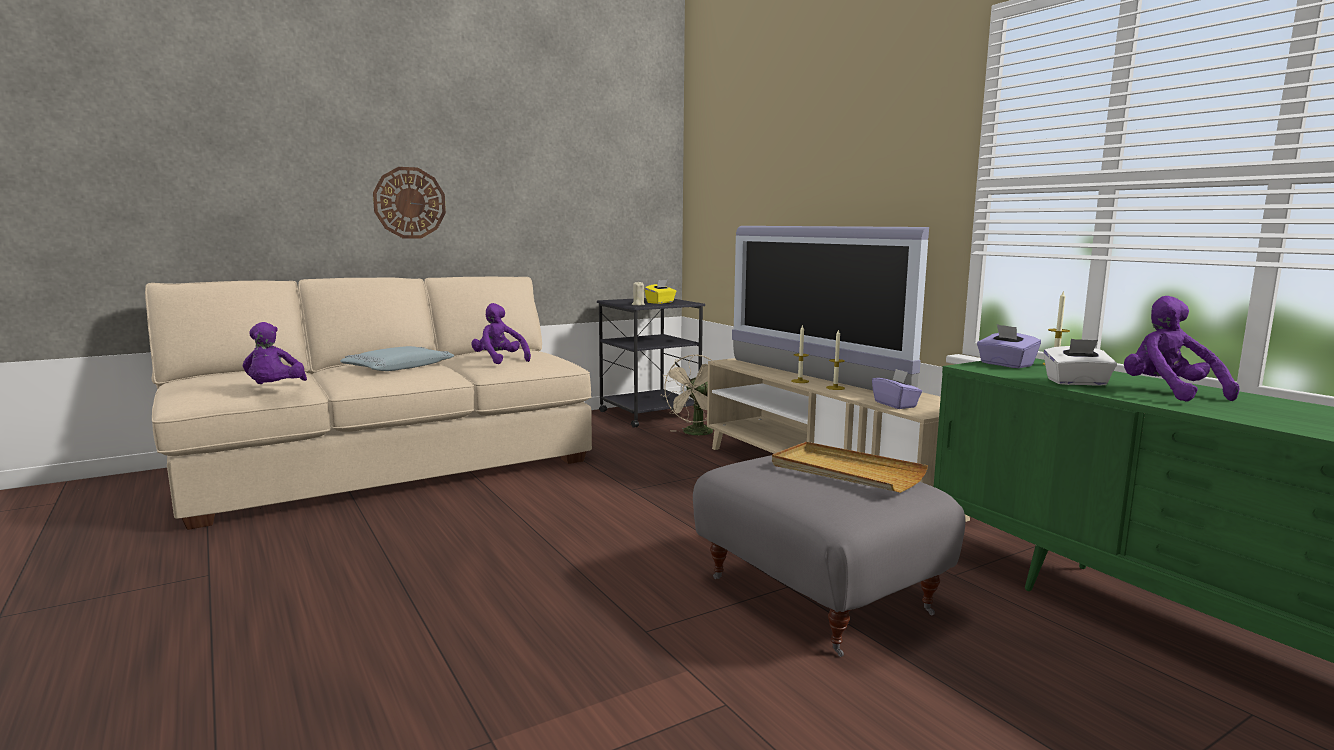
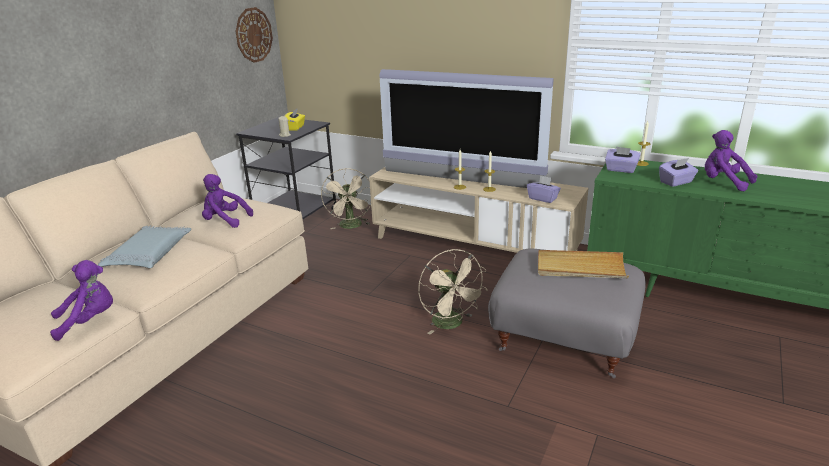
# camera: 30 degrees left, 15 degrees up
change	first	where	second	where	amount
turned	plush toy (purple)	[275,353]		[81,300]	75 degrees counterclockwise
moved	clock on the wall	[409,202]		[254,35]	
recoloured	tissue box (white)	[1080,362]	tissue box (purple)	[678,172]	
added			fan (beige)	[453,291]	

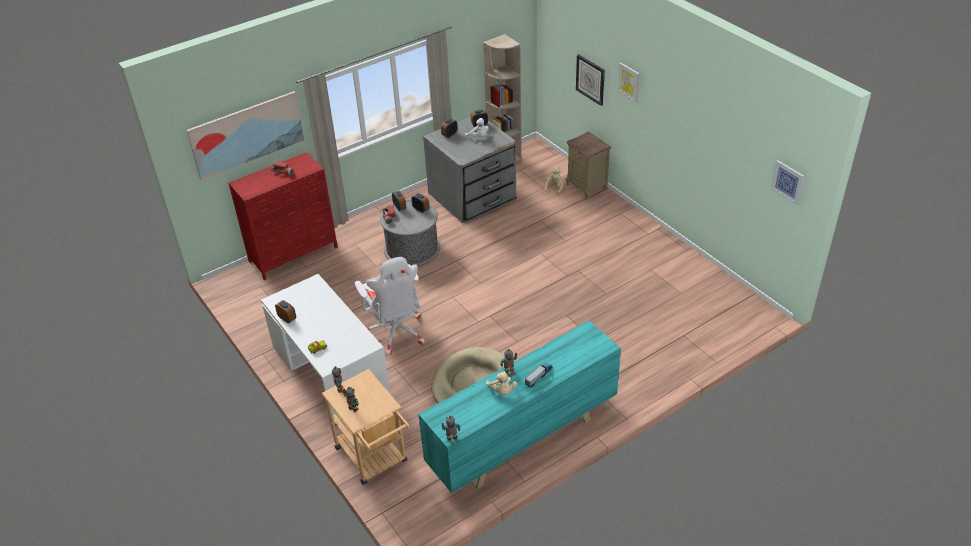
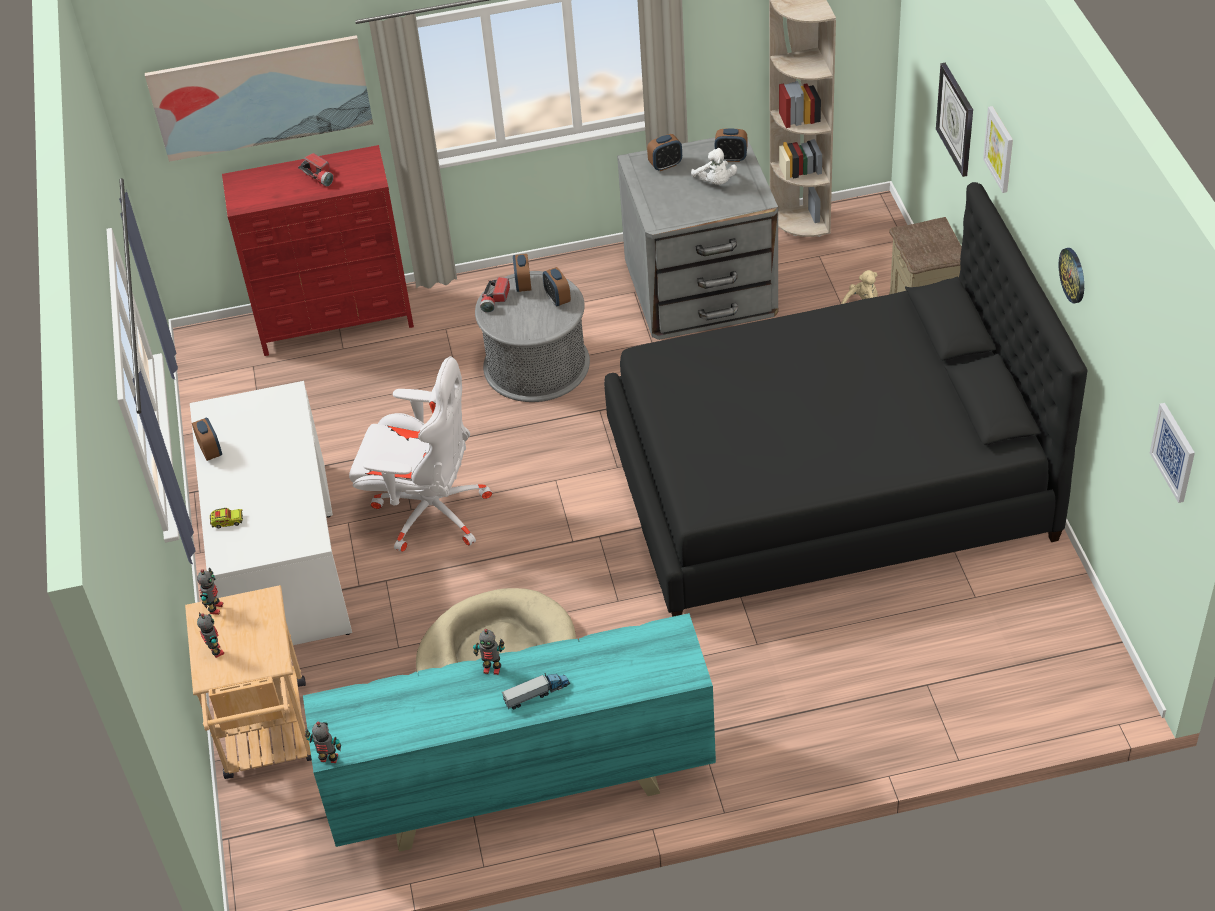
# camera: 25 degrees right, 5 degrees up
change	first	where	second	where	amount
turned	computer chair (white)	[390,306]		[420,454]	75 degrees counterclockwise
removed	plush toy (beige)	[501,383]			
added			bedroom bed (blackish)	[846,399]	
added			clock on the wall	[1071,275]	

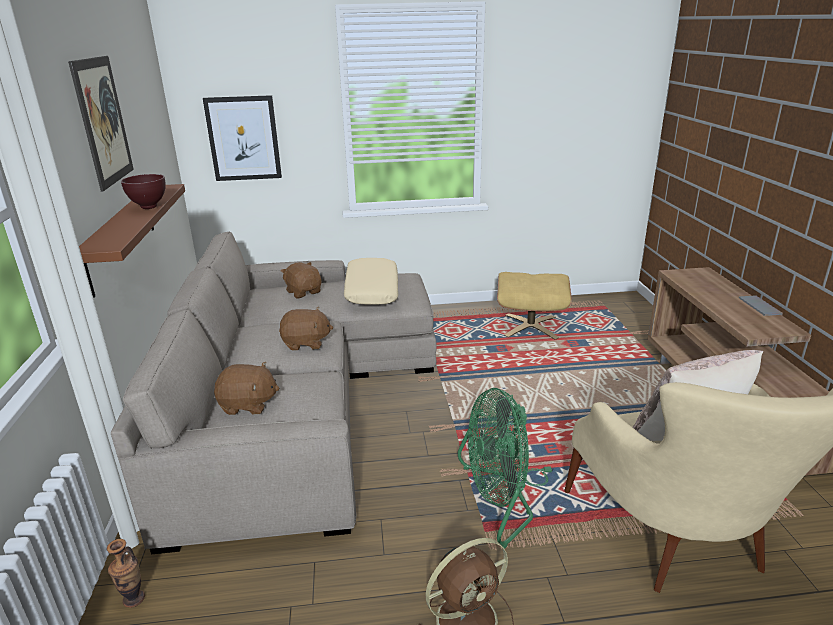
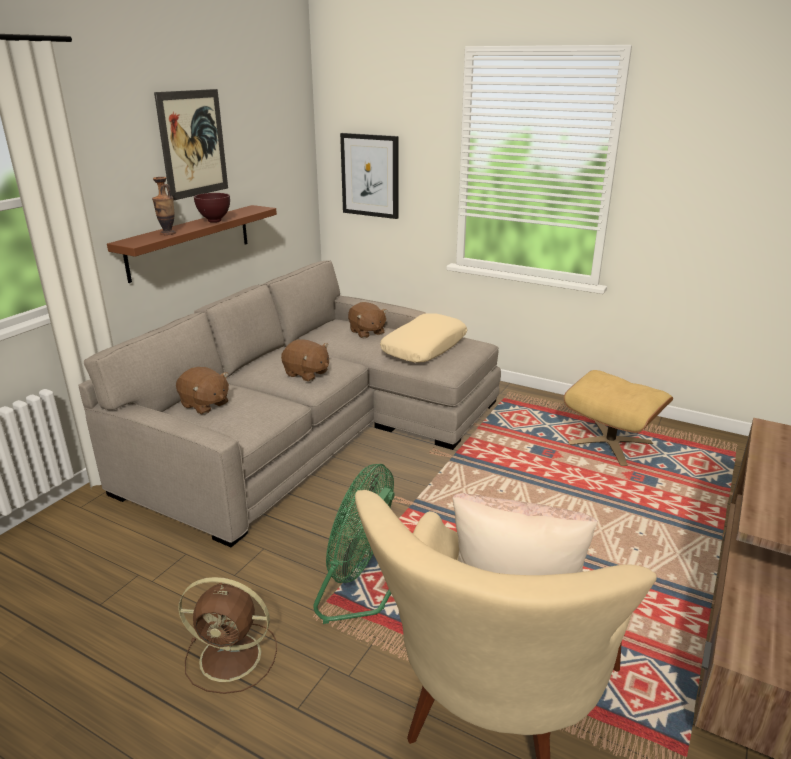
# camera: 35 degrees right, 0 degrees up
change	first	where	second	where	amount
moved	flower vase	[126,573]		[164,206]	
turned	plush toy (brown)	[301,280]		[367,320]	150 degrees clockwise

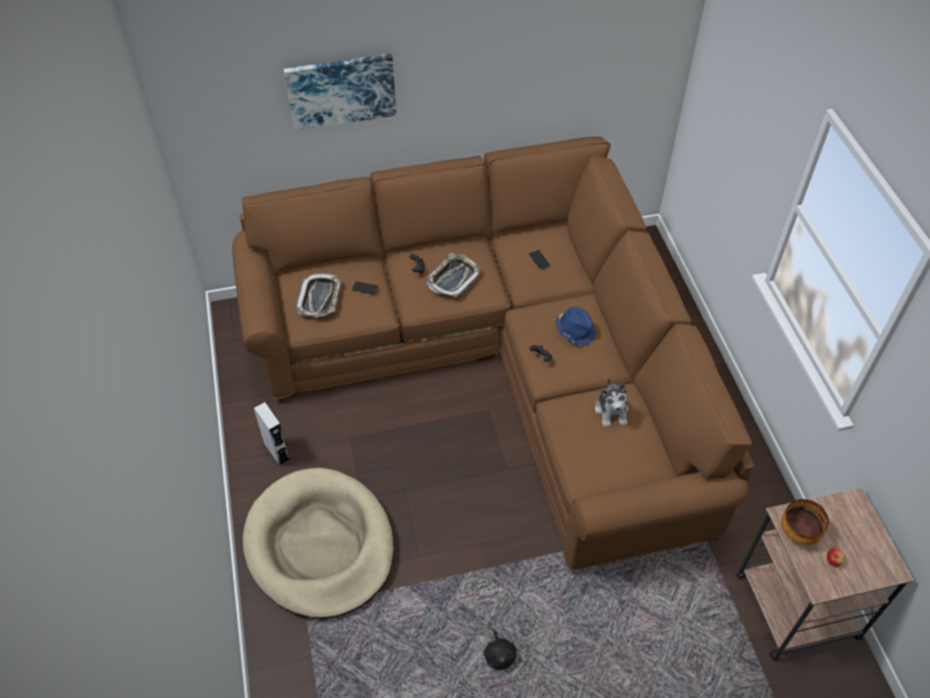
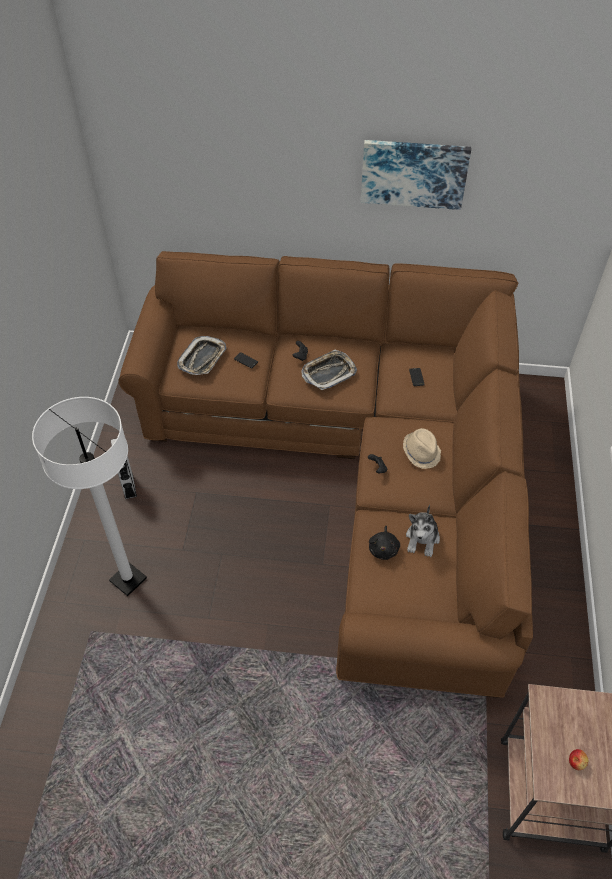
# camera: 20 degrees right, 0 degrees up
change	first	where	second	where	amount
replaced	pet bed (beige)	[318,543]	floor lamp (white)	[89,496]	
moved	wall art	[340,92]		[416,175]	
moved	plush toy (blackish)	[500,650]		[384,543]	
recoloured	clothing hat (blue-coloured)	[576,326]	clothing hat (beige)	[422,448]	
removed	bowl	[805,522]			

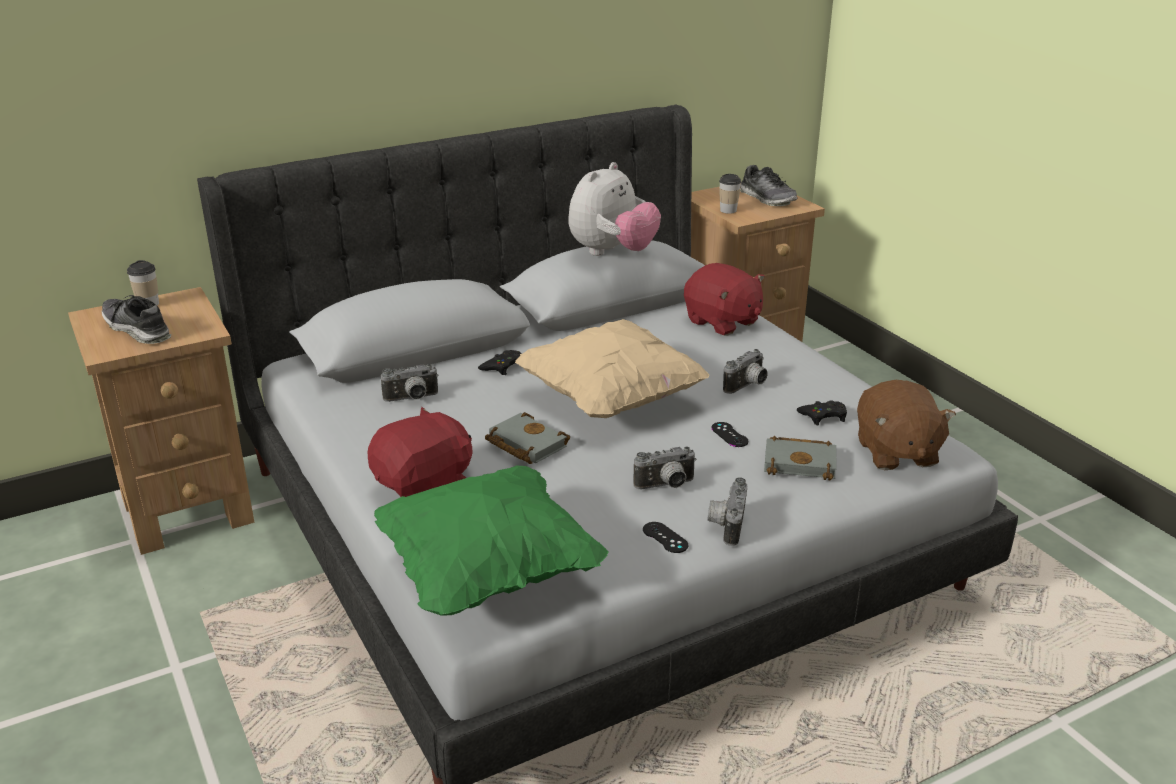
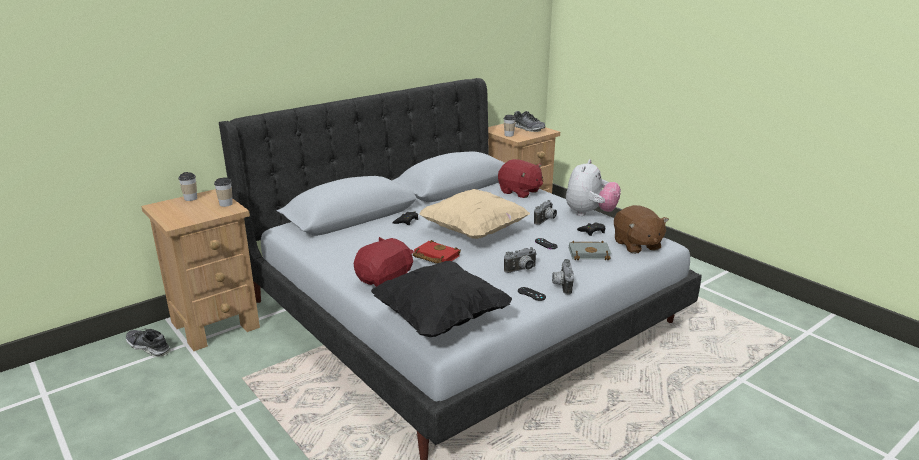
# camera: 10 degrees left, 5 degrees down
change	first	where	second	where	amount
moved	item of footwear	[136,319]		[148,343]	
recoloured	pillow (green-coloured)	[491,540]	pillow (blackish)	[441,299]	
removed	photo camera	[410,383]			
recoloured	volume (grey)	[527,438]	volume (red-coloured)	[437,252]	
moved	plush toy	[614,209]		[593,187]	
added			drinking cup	[223,192]	

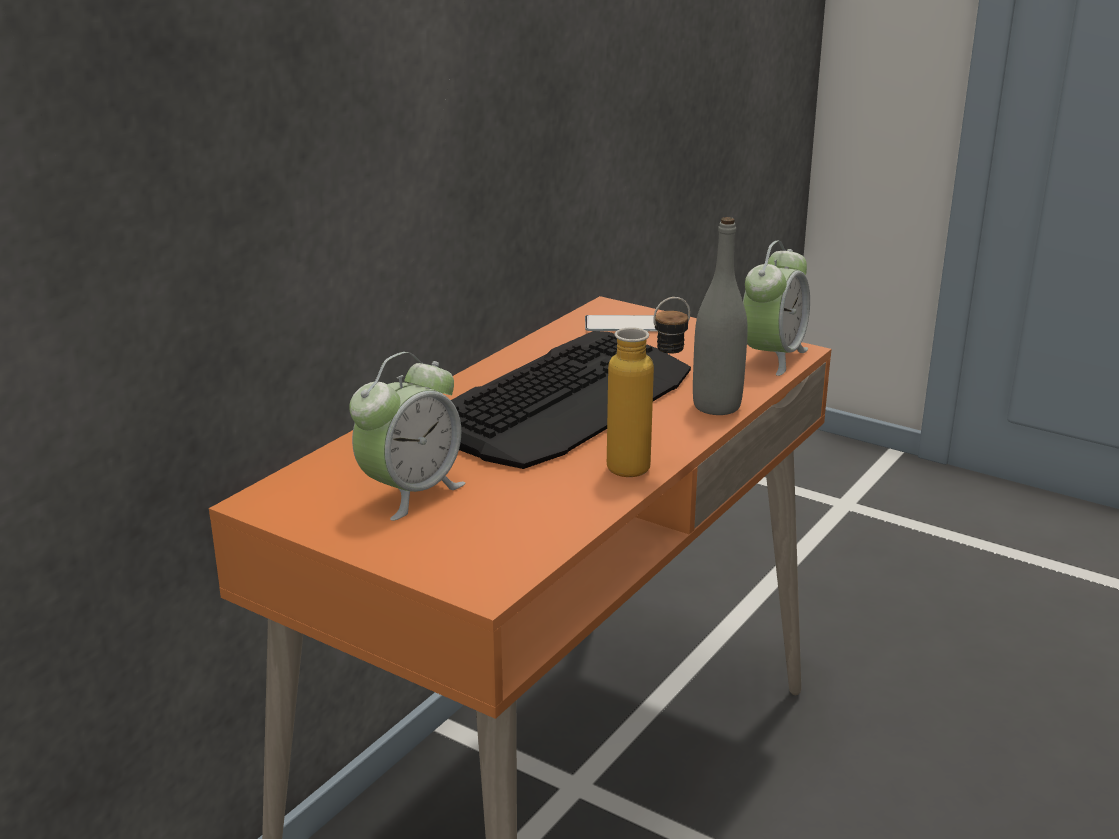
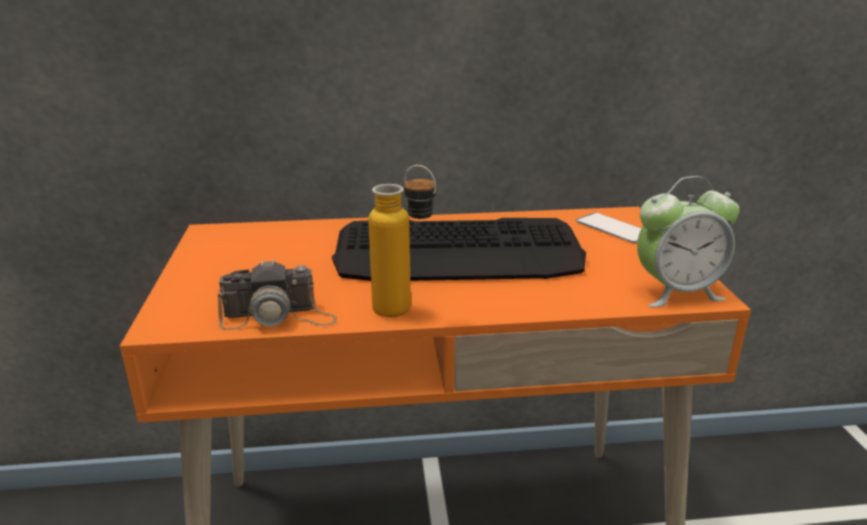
# camera: 50 degrees right, 0 degrees up
change	first	where	second	where	amount
removed	bedside clock	[407,436]			
removed	beverage bottle (grey)	[720,316]			
added			photo camera	[277,294]	

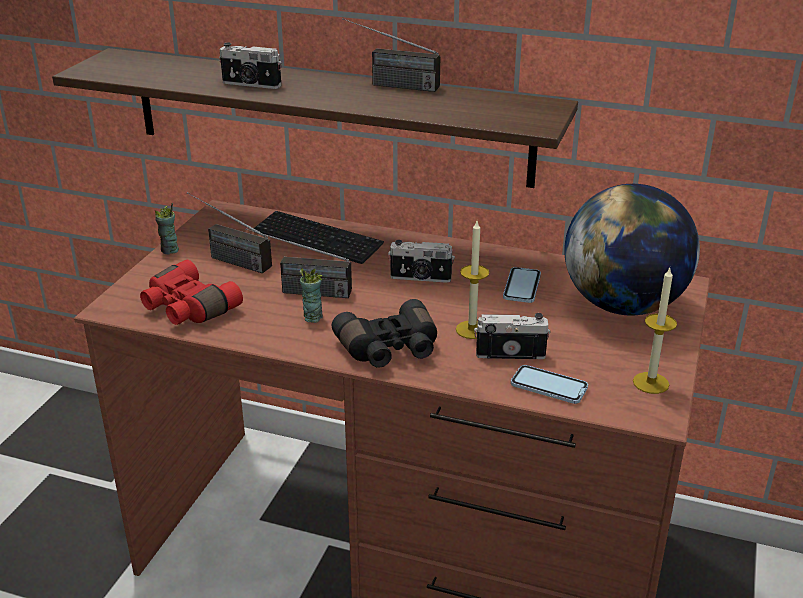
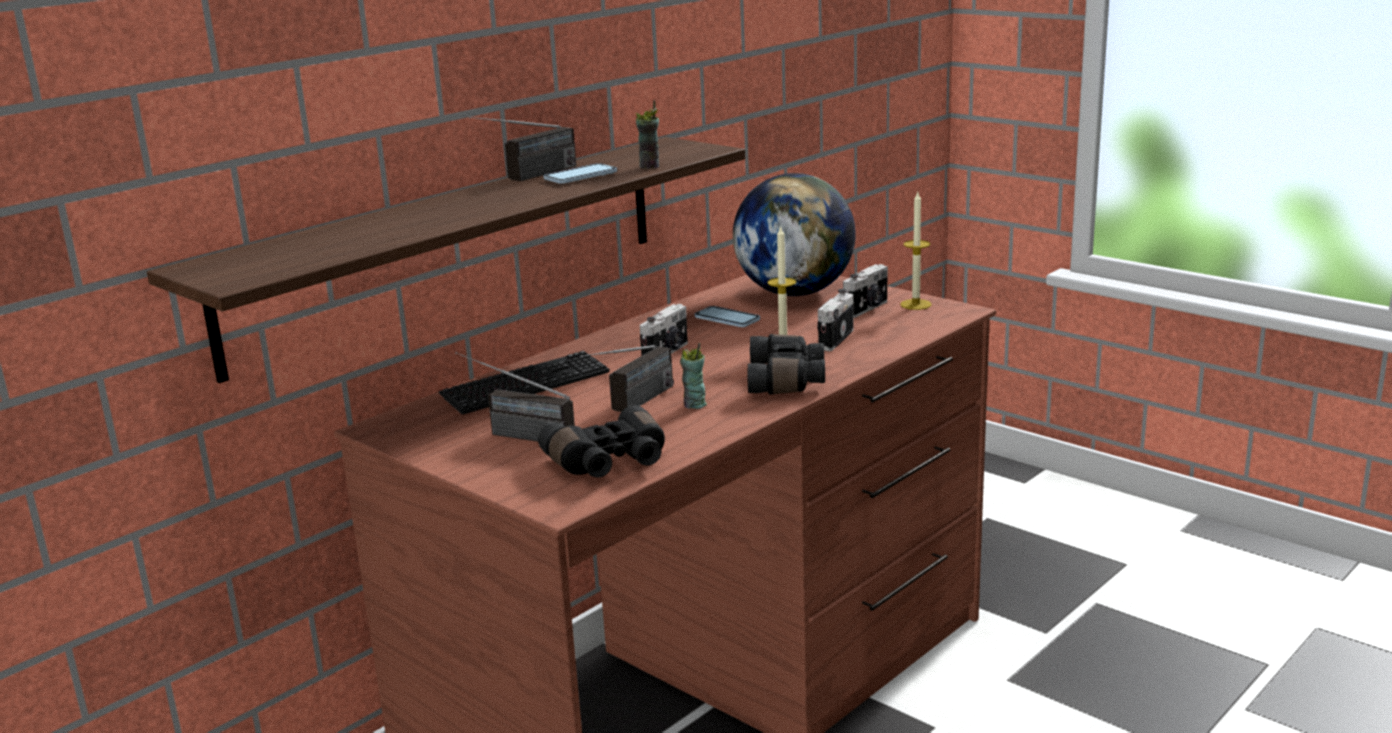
# camera: 65 degrees left, 10 degrees down
change	first	where	second	where	amount
recoloured	pair of binoculars (red-coloured)	[191,292]	pair of binoculars (blackish)	[601,441]	
moved	drinking cup	[167,228]		[647,134]	
turned	radio	[229,232]		[515,397]	60 degrees clockwise
moved	photo camera	[250,65]		[865,291]	
moved	telephone	[549,384]		[580,173]	

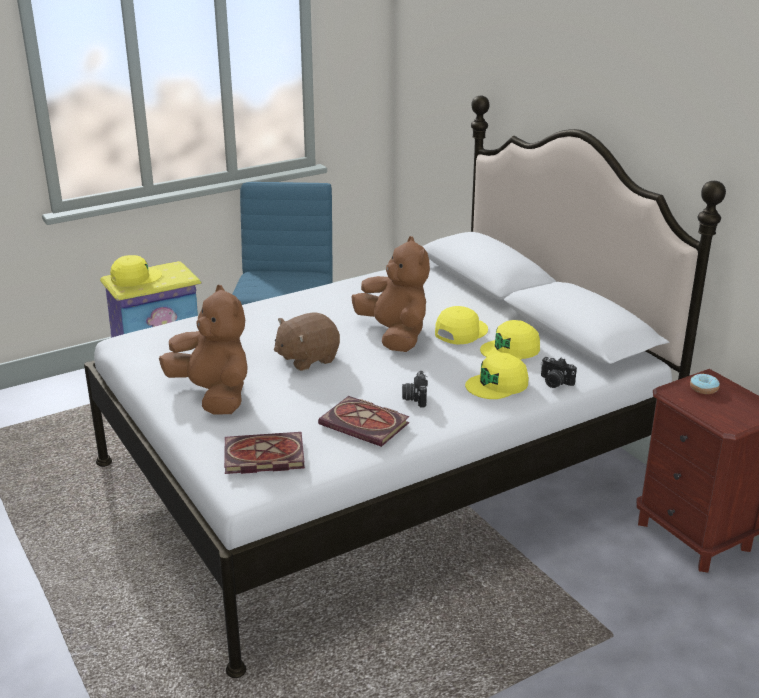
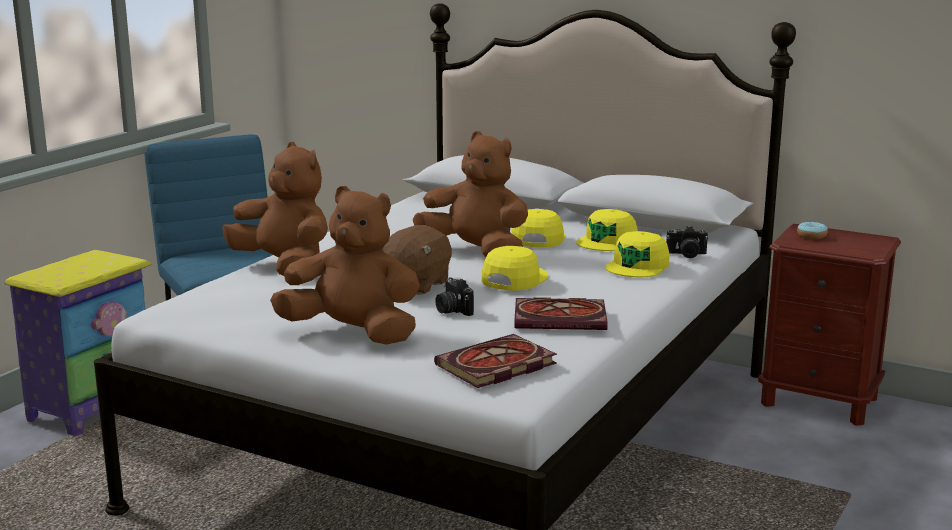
# camera: 30 degrees left, 10 degrees down
change	first	where	second	where	amount
moved	cap (yellow)	[136,271]		[515,268]	
moved	photo camera	[415,389]		[454,297]	
added			plush toy (brown)	[275,209]	

